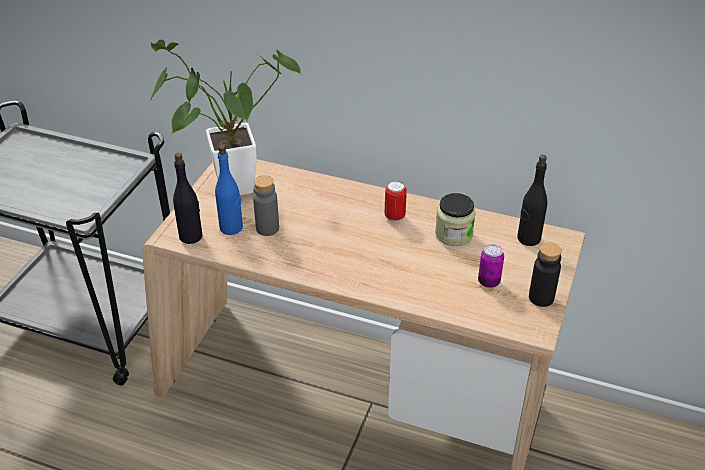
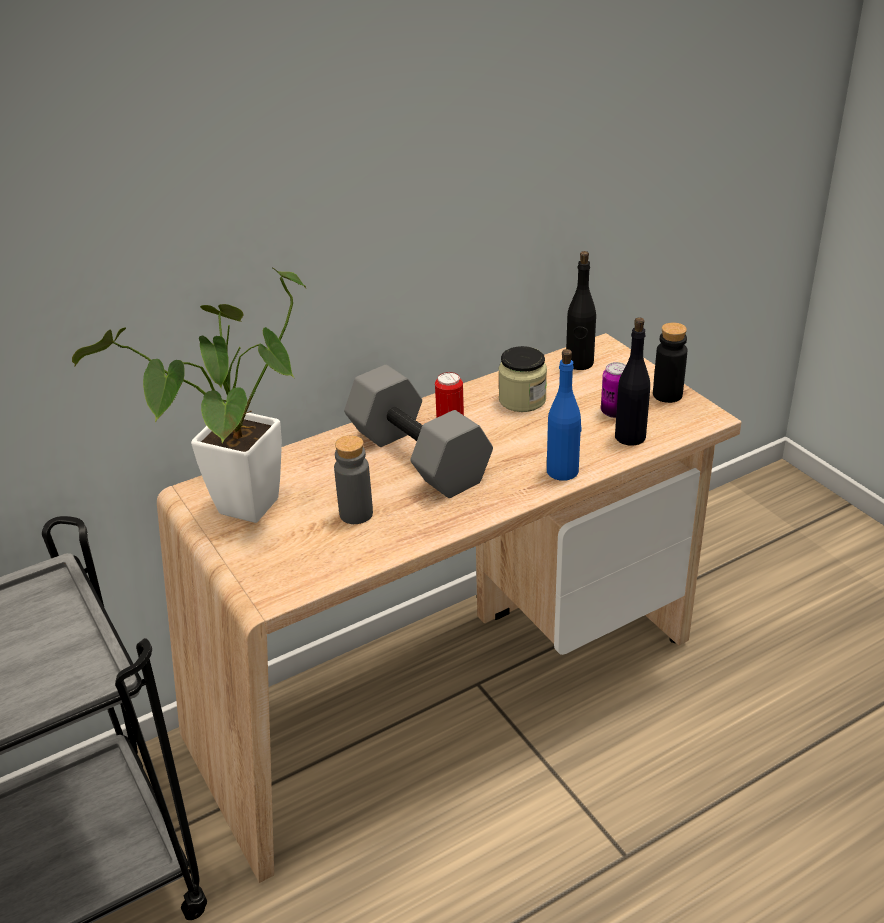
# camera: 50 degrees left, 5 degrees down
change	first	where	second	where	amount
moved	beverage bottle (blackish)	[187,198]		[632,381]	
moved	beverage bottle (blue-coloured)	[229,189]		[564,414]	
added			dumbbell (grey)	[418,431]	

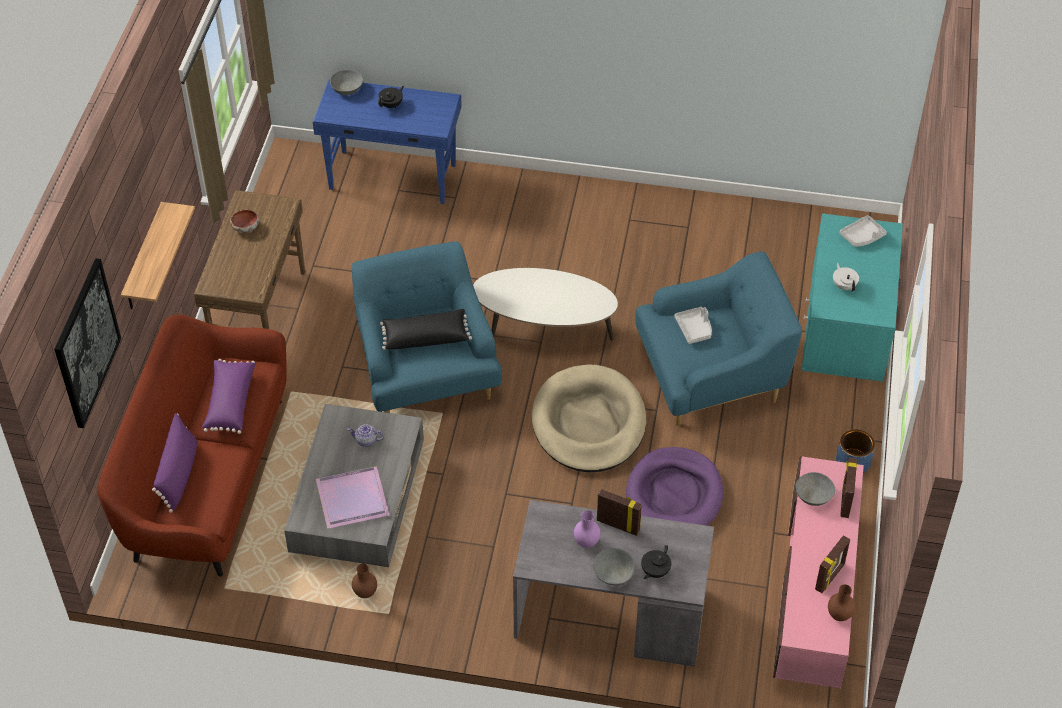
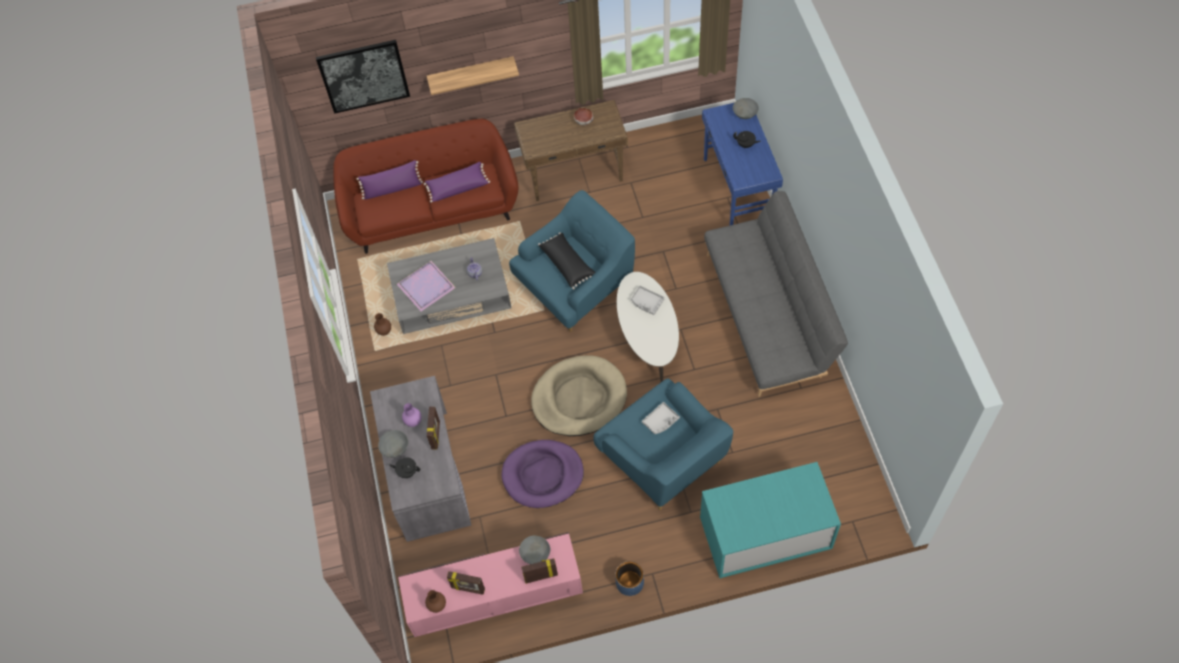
# camera: 70 degrees right, 10 degrees up
change	first	where	second	where	amount
removed	pot for tea (white)	[846,277]			
moved	carrying tray (grey)	[863,231]		[648,300]	
added			couch (grey)	[776,294]	

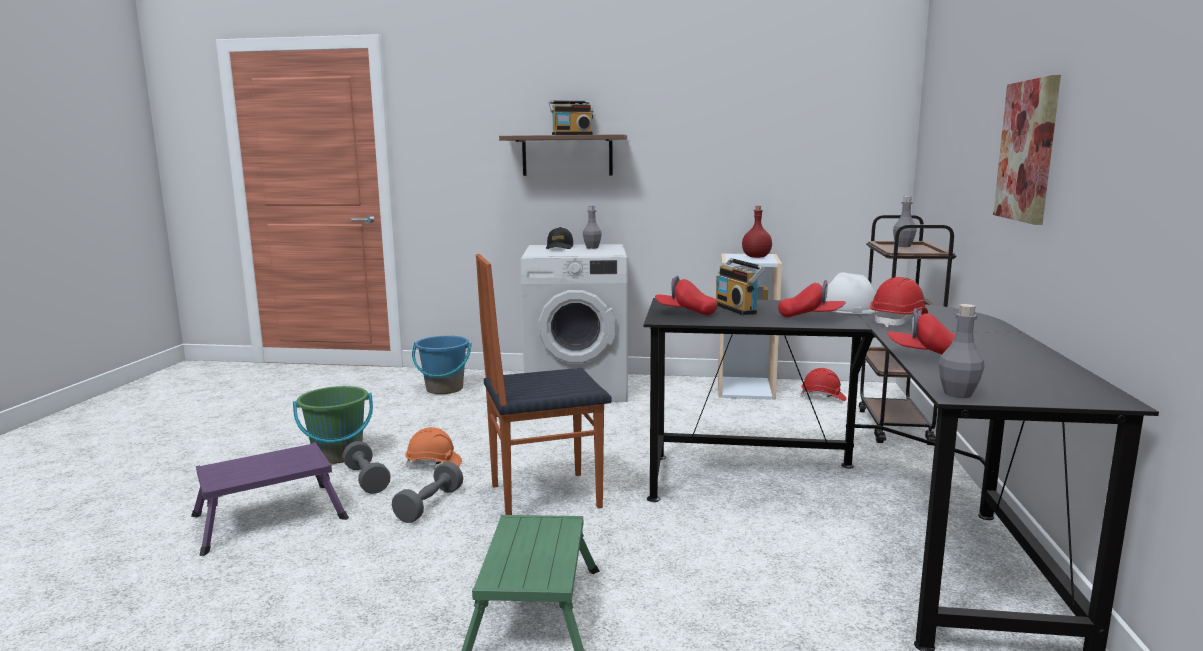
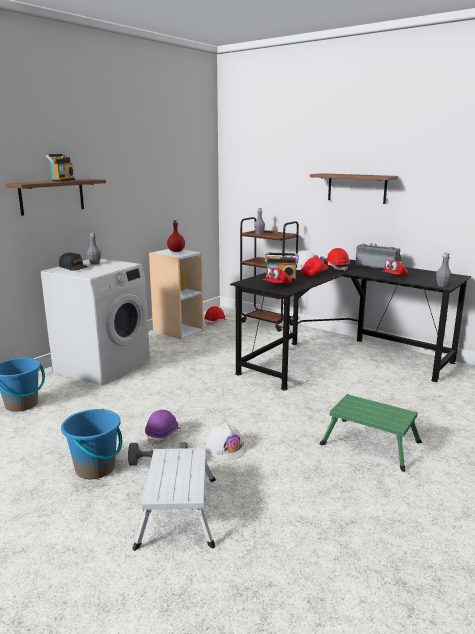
# camera: 60 degrees left, 5 degrees up
change	first	where	second	where	amount
recoloured	step stool (purple)	[270,499]	step stool (white)	[174,499]	
recoloured	bucket (green-coloured)	[333,425]	bucket (blue-coloured)	[91,443]	
replaced	dumbbell (grey)	[427,492]	hard hat (white)	[225,441]	
recoloured	hard hat (orangey)	[433,447]	hard hat (purple)	[163,428]	
removed	upright chair	[544,384]			
replaced	wall art	[1027,150]	wall shelf (brown)	[354,188]	
added			radio	[378,256]	

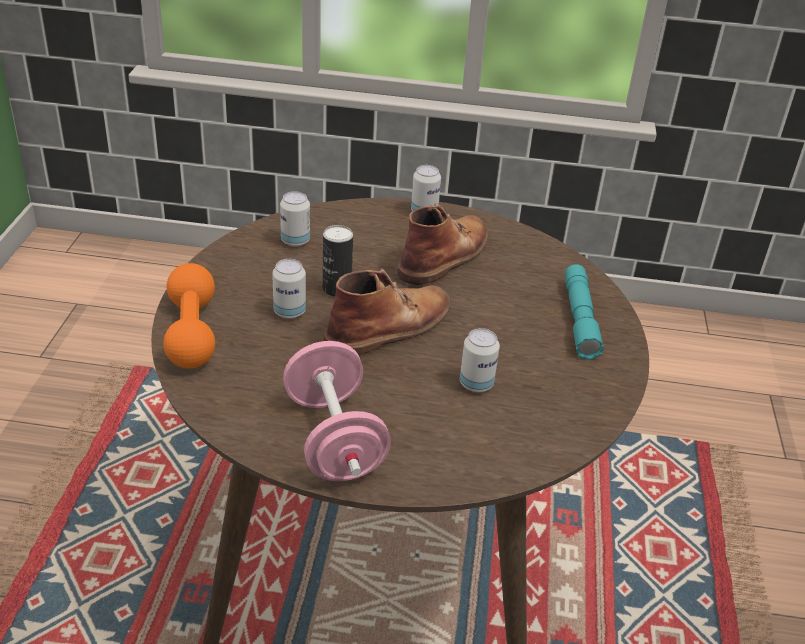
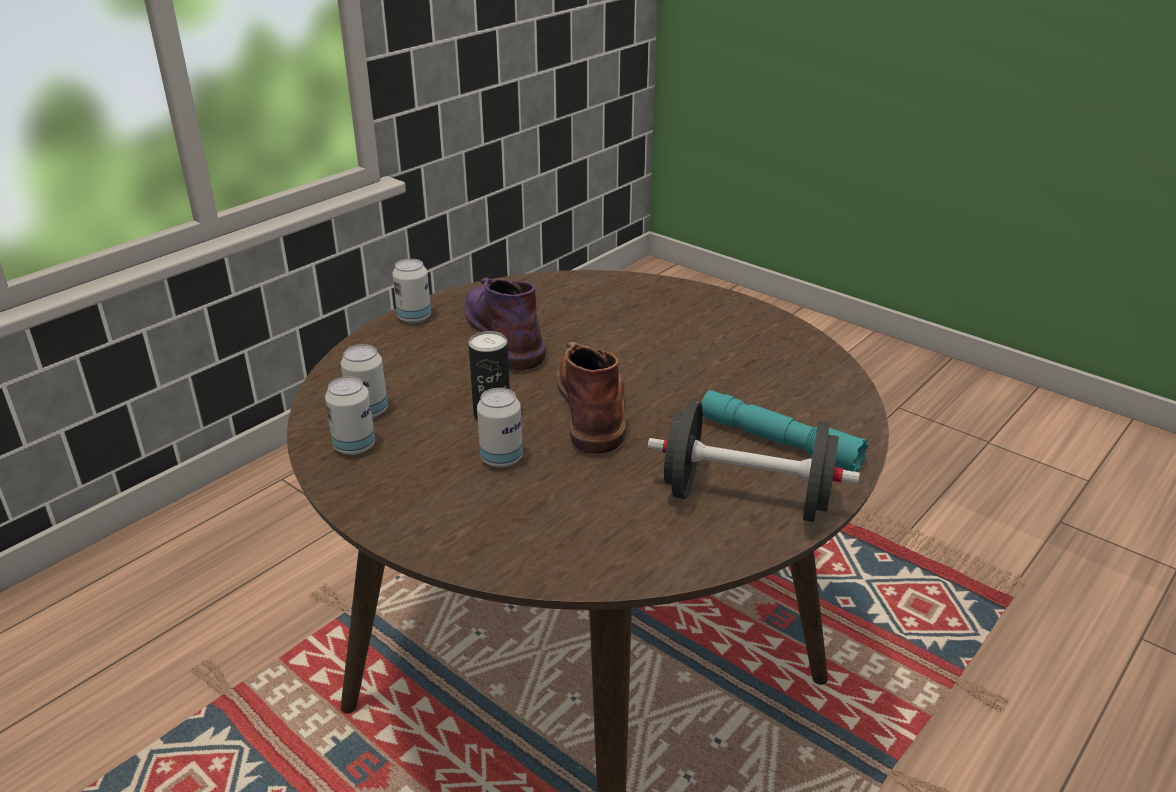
# camera: 55 degrees left, 5 degrees down
change	first	where	second	where	amount
removed	dumbbell (orangey)	[189,316]			
recoloured	dumbbell (pinkish)	[337,411]	dumbbell (blackish)	[754,461]	
recoloured	high-top boot (brown)	[442,244]	high-top boot (purple)	[505,324]	
moved	sealed can	[480,360]		[350,416]	
moved	torch (turquoise)	[584,312]		[784,431]	

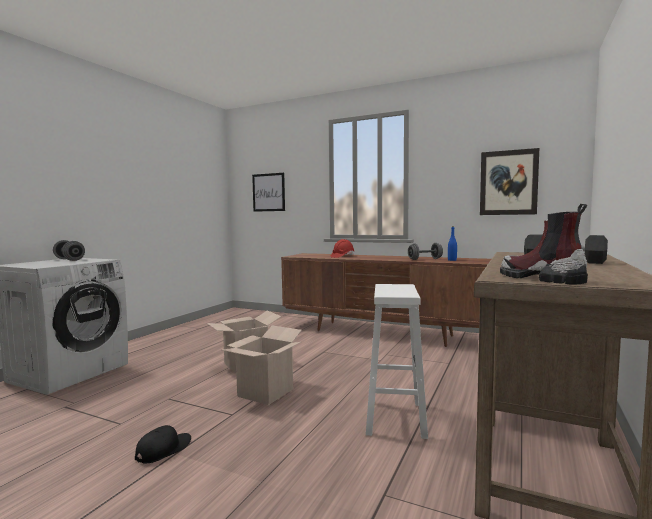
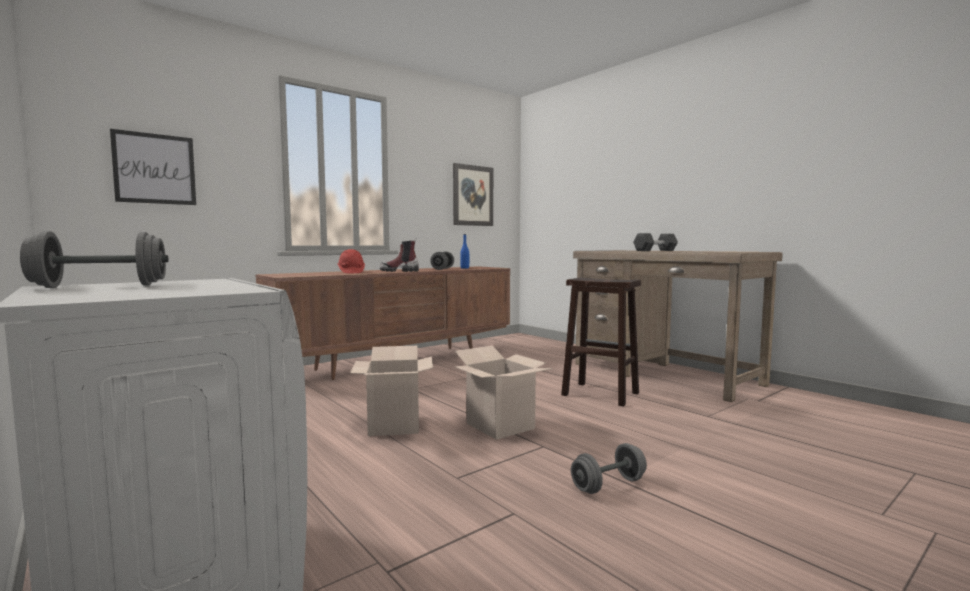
# camera: 65 degrees left, 0 degrees up
change	first	where	second	where	amount
replaced	cap (blackish)	[163,444]	dumbbell (grey)	[609,468]	
recoloured	stool (white)	[397,361]	stool (brown)	[601,342]	
moved	high-top boot	[544,244]		[399,254]	

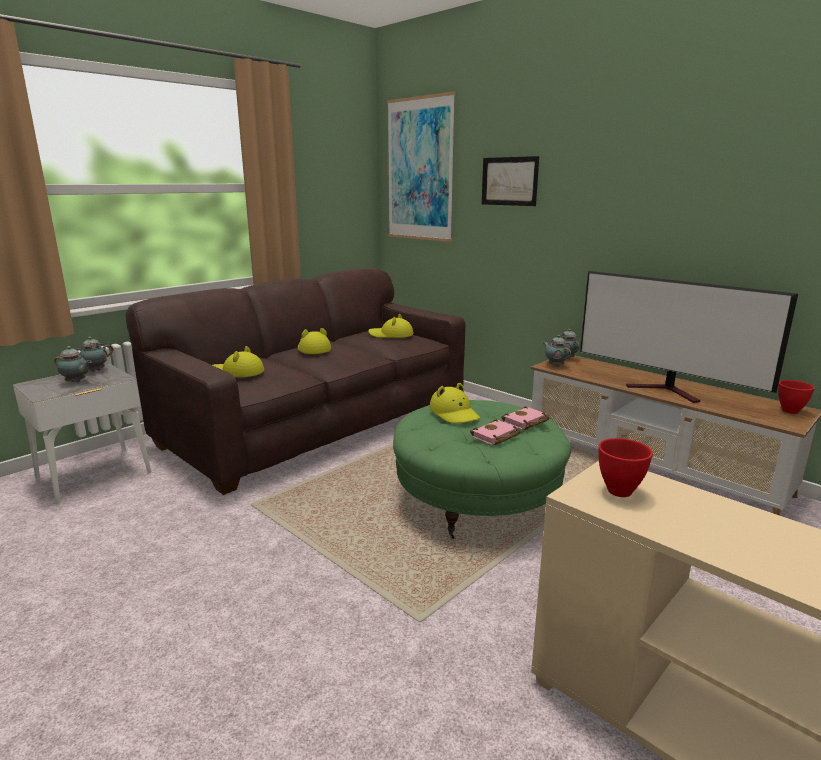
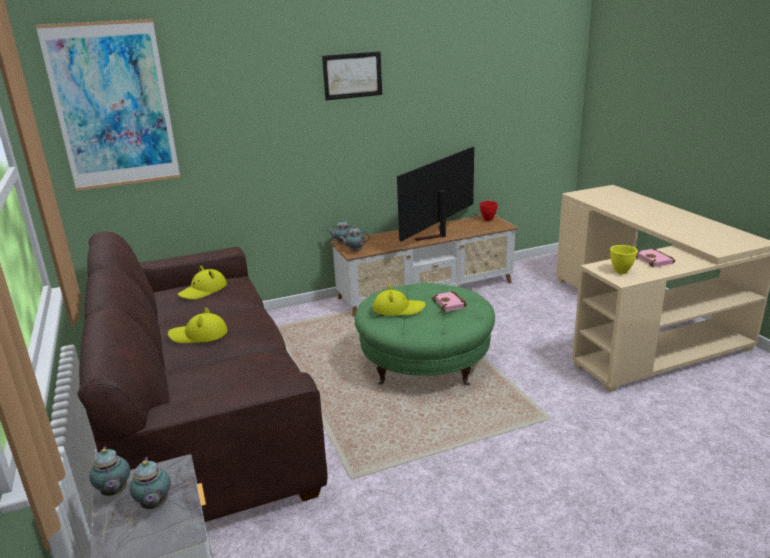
# camera: 65 degrees left, 5 degrees up
change	first	where	second	where	amount
turned	pot for tea	[73,364]		[150,483]	120 degrees clockwise
removed	clothing hat (yellow)	[238,361]			
moved	wall art	[510,181]		[352,75]	
moved	volume (pinkish)	[525,418]		[656,257]	
turned	television	[689,337]		[435,194]	150 degrees clockwise
recoloured	bowl (red-coloured)	[625,467]	bowl (yellow)	[624,259]	

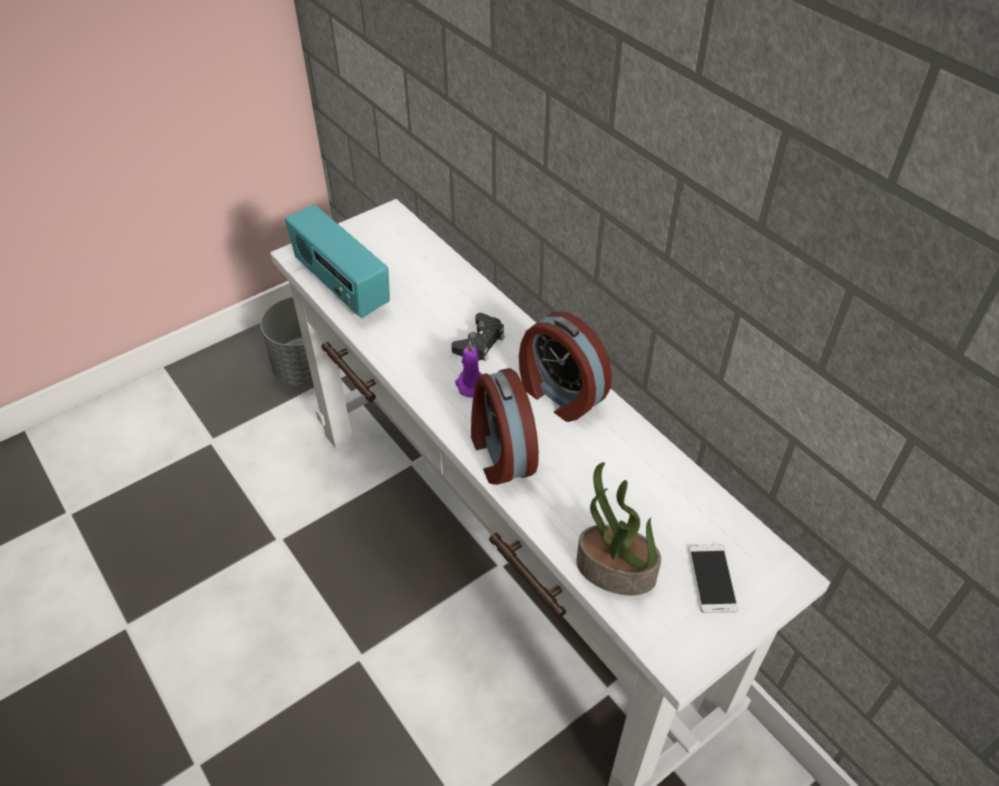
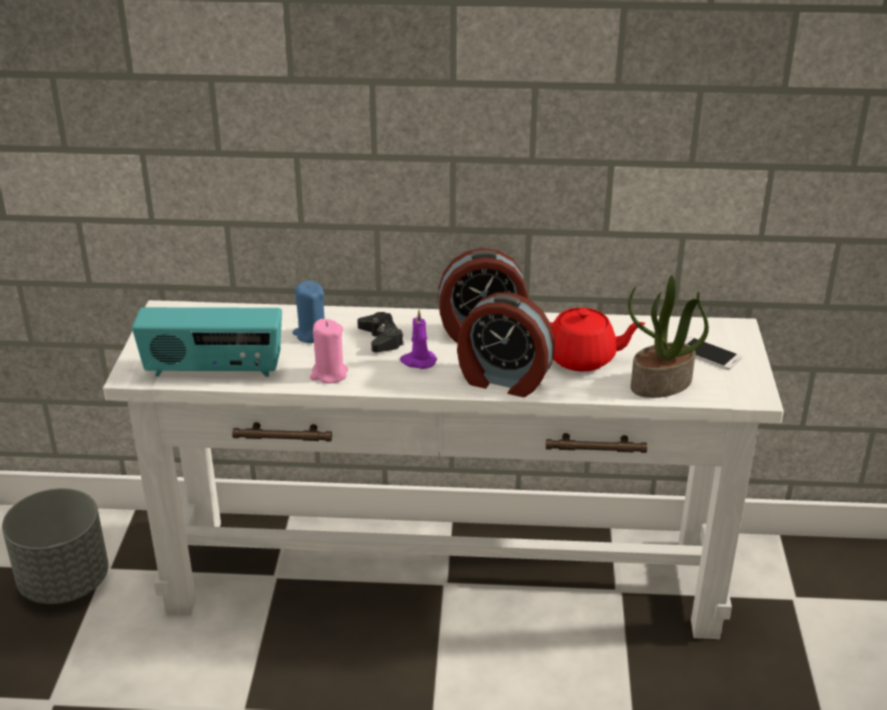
# camera: 50 degrees left, 15 degrees down
change	first	where	second	where	amount
added			wax light (blue-coloured)	[309,311]	
added			wax light (pinkish)	[329,351]	
added			pot for tea (red-coloured)	[597,339]	

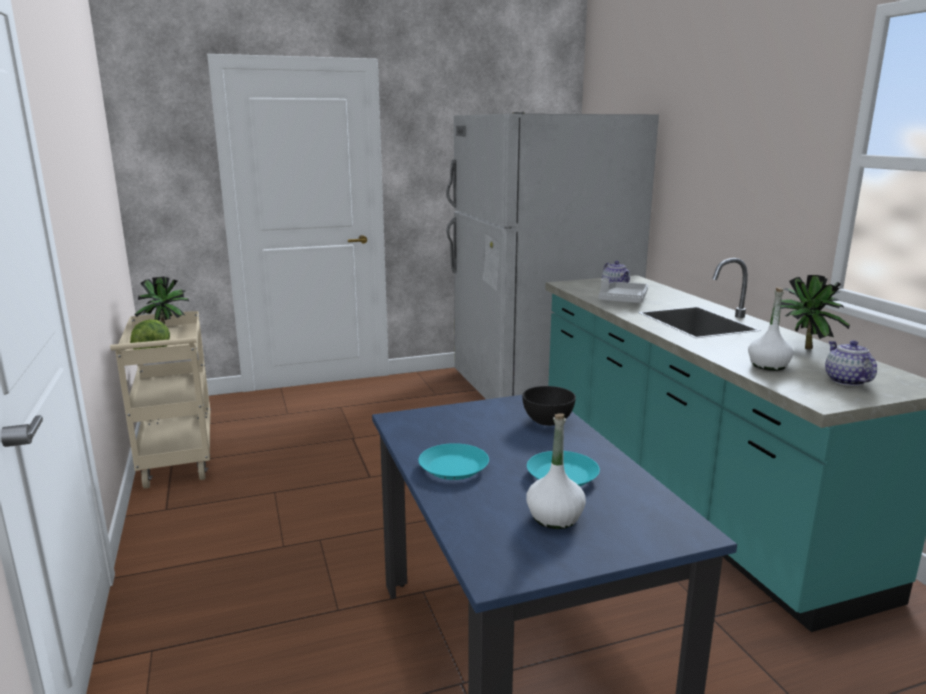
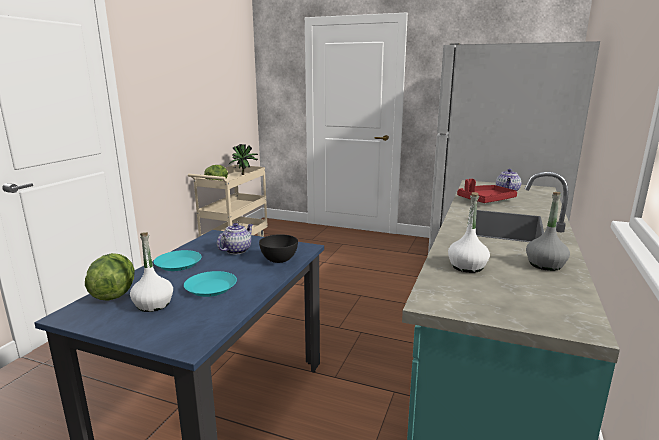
# camera: 40 degrees right, 0 degrees up
change	first	where	second	where	amount
recoloured	carrying tray (grey)	[623,290]	carrying tray (red-coloured)	[487,191]	
replaced	plant in a pot	[811,312]	beverage bottle (grey)	[548,231]	
moved	pot for tea	[851,363]		[235,238]	
added			lettuce	[110,277]	

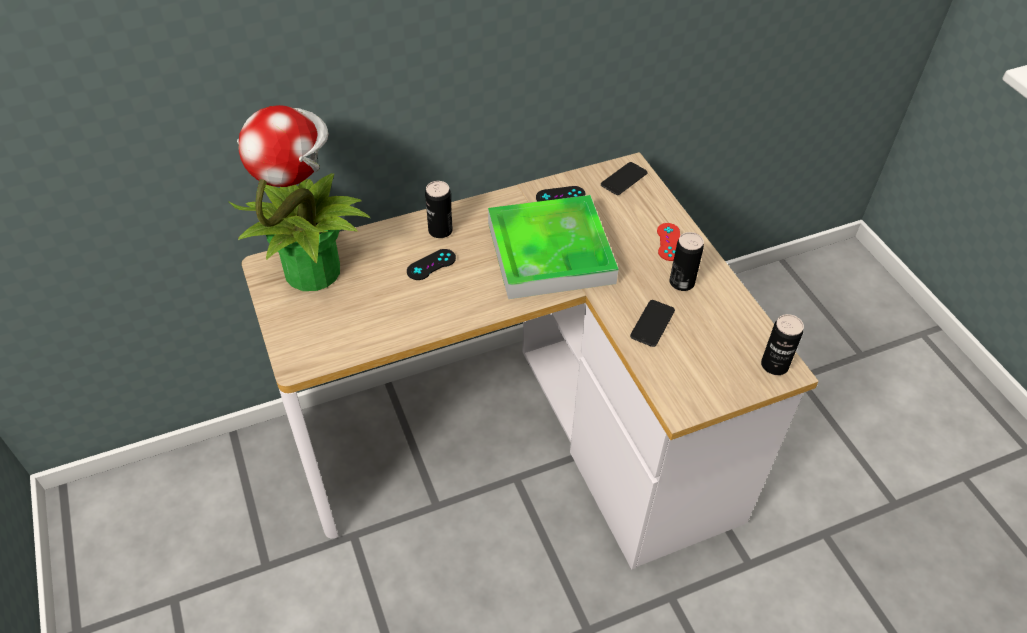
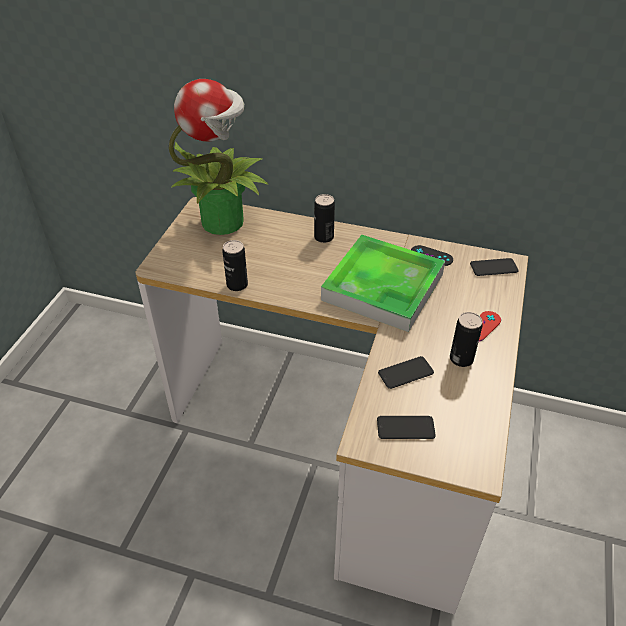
# camera: 40 degrees right, 5 degrees down
change	first	where	second	where	amount
removed	joypad (blackish)	[431,264]			
moved	sealed can	[782,344]		[235,265]	
added			telephone	[406,427]	

